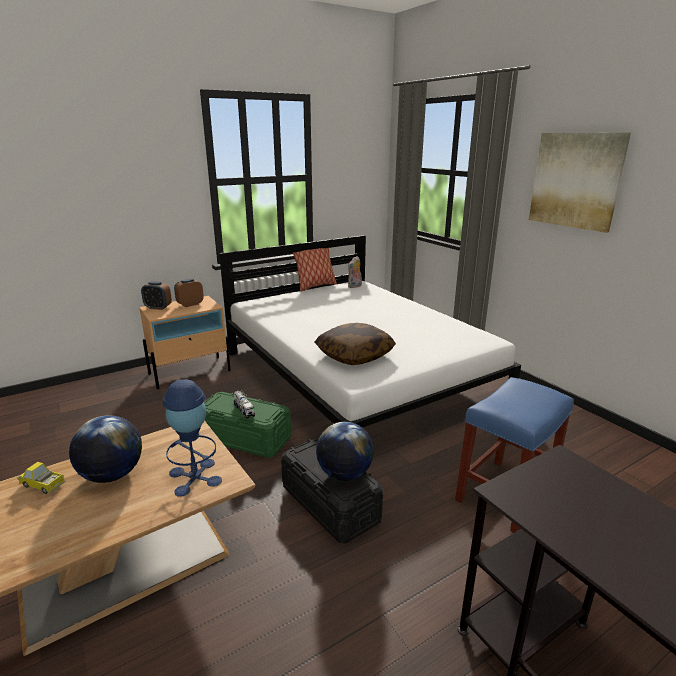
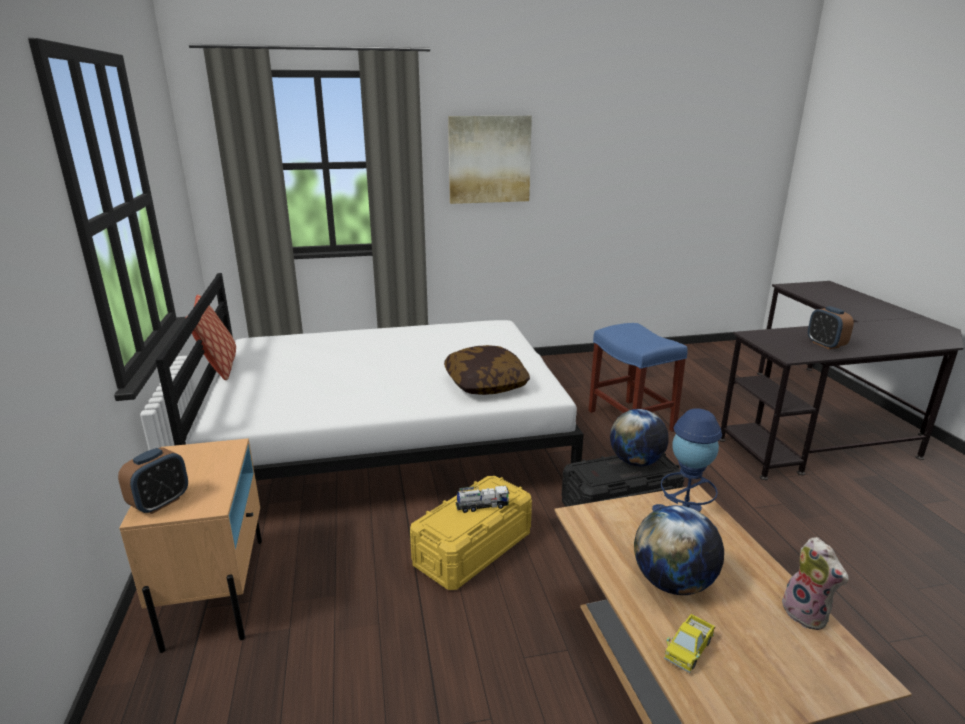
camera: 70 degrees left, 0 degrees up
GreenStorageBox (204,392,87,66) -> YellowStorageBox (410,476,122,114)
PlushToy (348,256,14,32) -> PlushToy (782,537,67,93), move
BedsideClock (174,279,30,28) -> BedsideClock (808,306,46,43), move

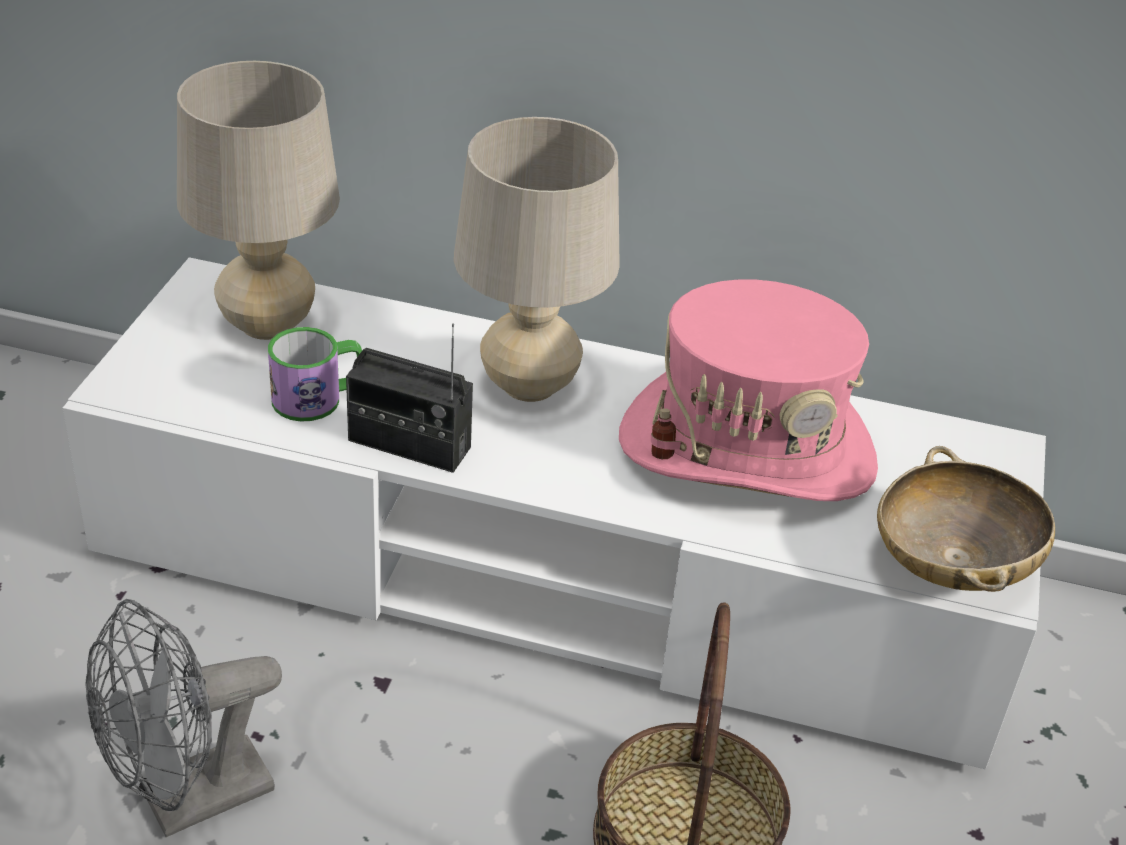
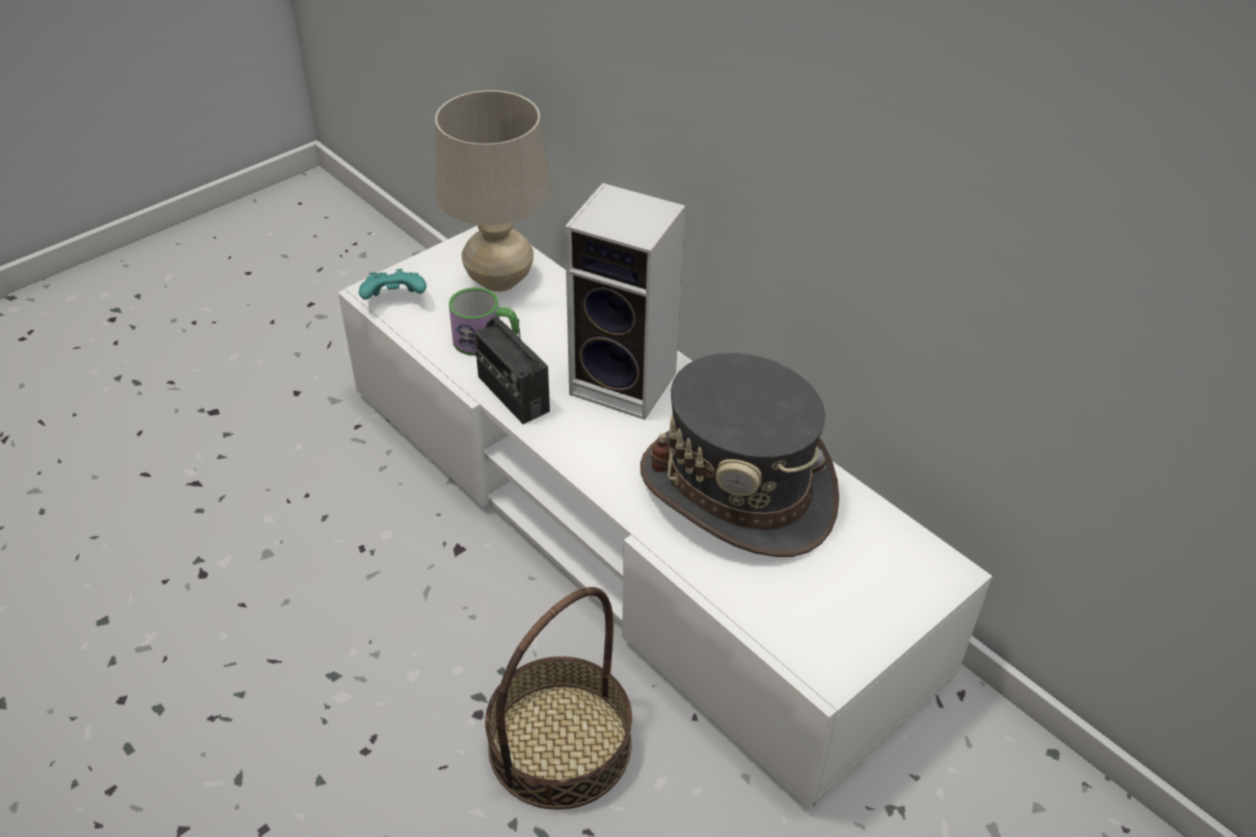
camera: 35 degrees right, 5 degrees up
none -> BlueGreenGameController (359,269,68,31)
SandColouredLampForATable (454,117,166,285) -> Loudspeaker (565,183,120,237)
PinkColouredClothingHat (619,280,259,221) -> GreyClothingHat (640,353,199,204)
GreyCoolingFan (85,599,197,238) -> none
SandColouredBowl (877,446,178,146) -> none

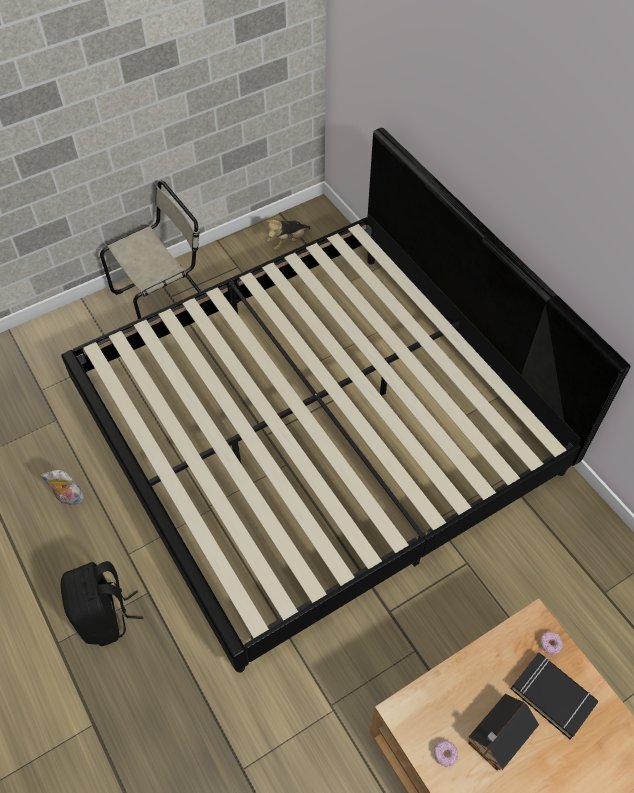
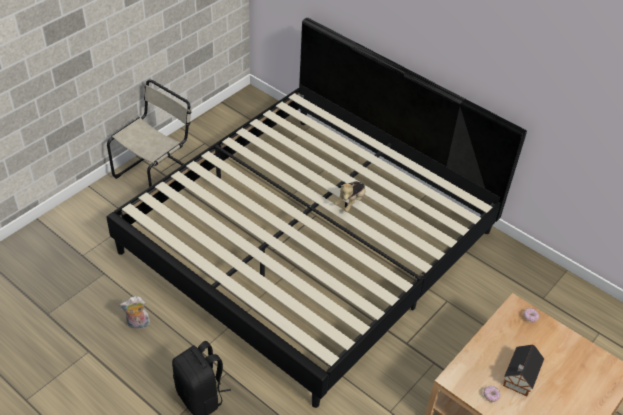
camera: 20 degrees left, 10 degrees down
PlushToy (267,220,43,31) -> PlushToy (334,181,32,31), move
BlackBoundBook (511,653,87,86) -> none

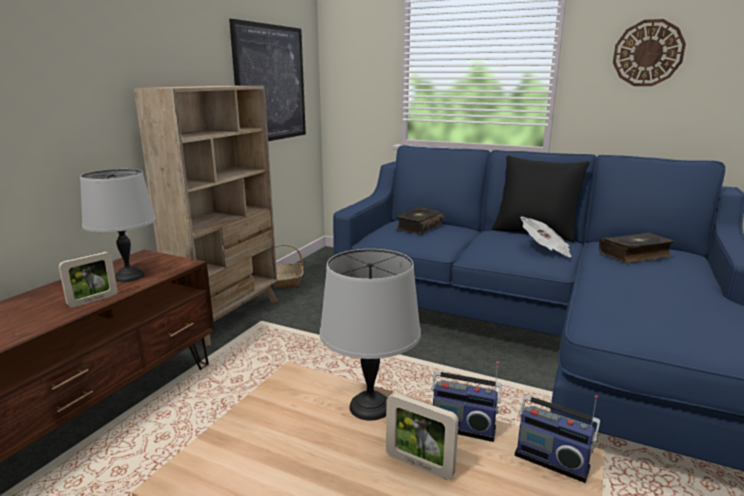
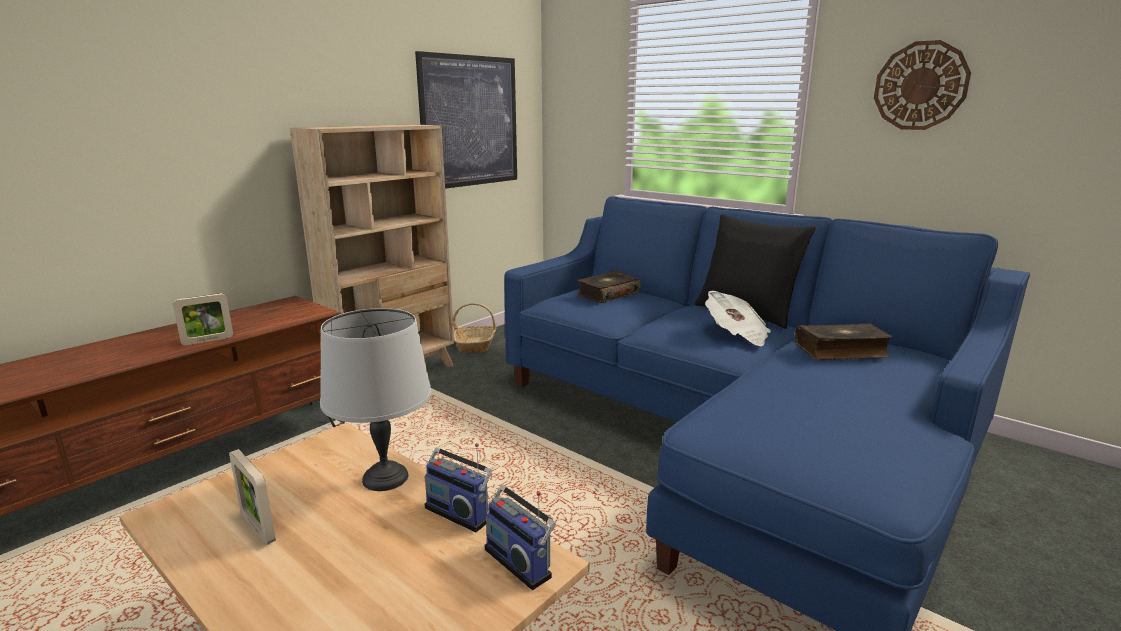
camera: 15 degrees right, 0 degrees up
StandingFrame (386,393,73,87) -> StandingFrame (229,449,47,96), move
GreyLampForATable (80,169,76,113) -> none

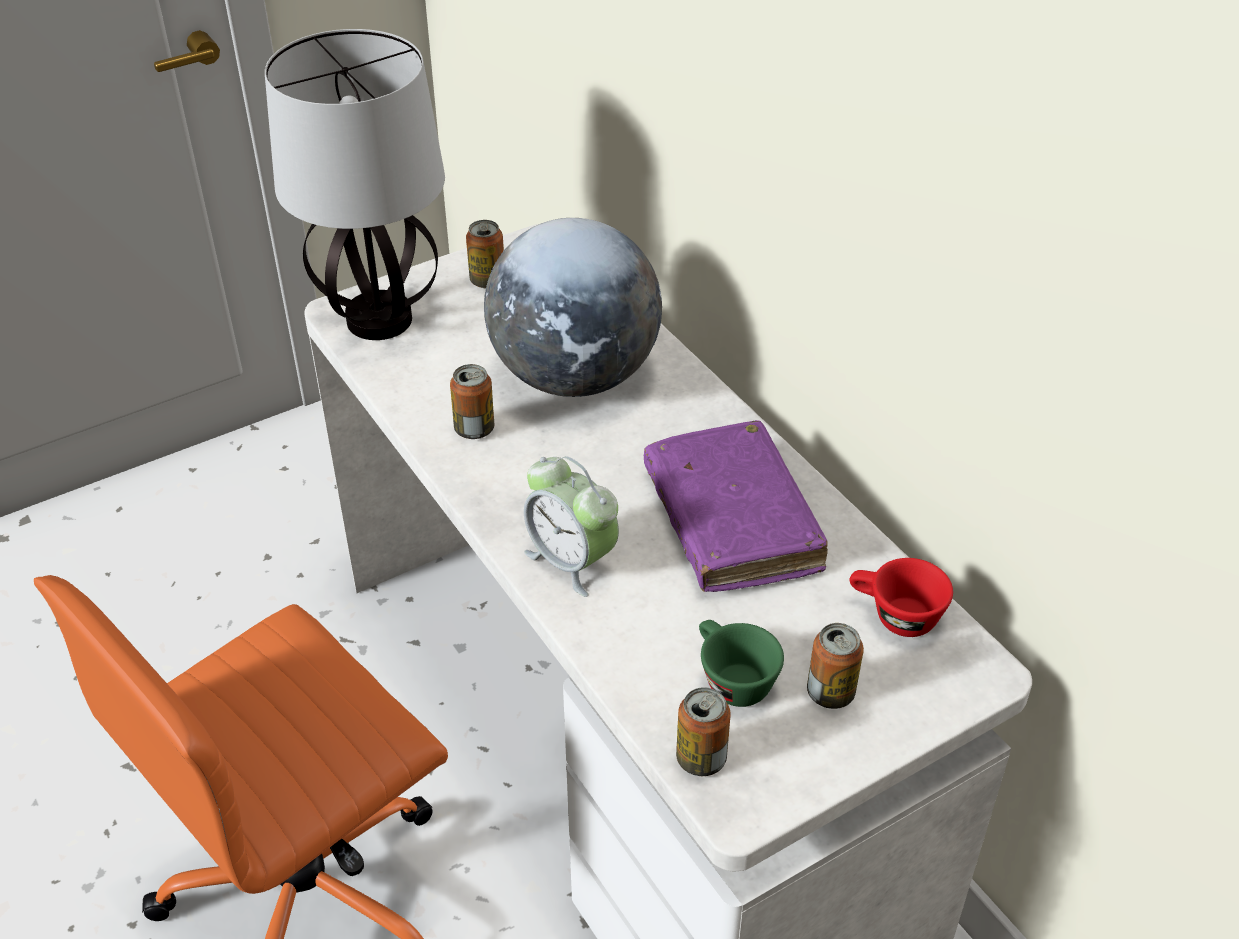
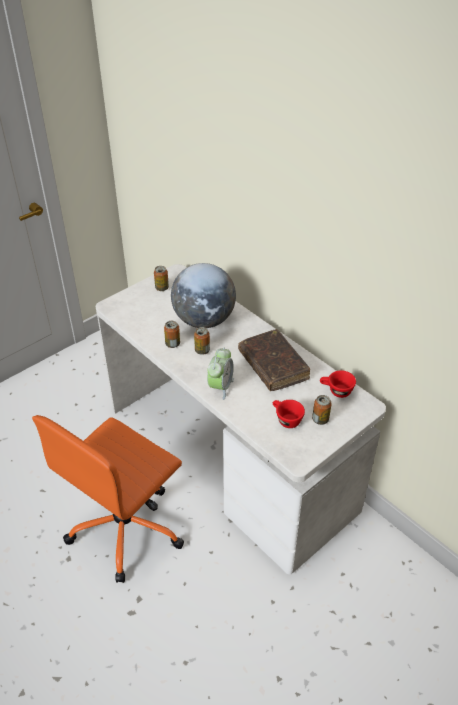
camera: 10 degrees left, 0 degrees up
Can (676,687,55,89) -> Can (194,327,16,28), move
BedsideClock (524,456,95,141) -> BedsideClock (207,347,27,53), 105 degrees counterclockwise
PurplishBoundBook (644,420,184,172) -> BrownishBoundBook (238,329,72,62)
GreenDrinkingCup (699,620,85,87) -> RedColouredDrinkingCup (273,400,32,28)
LampForATable (265,29,180,311) -> none

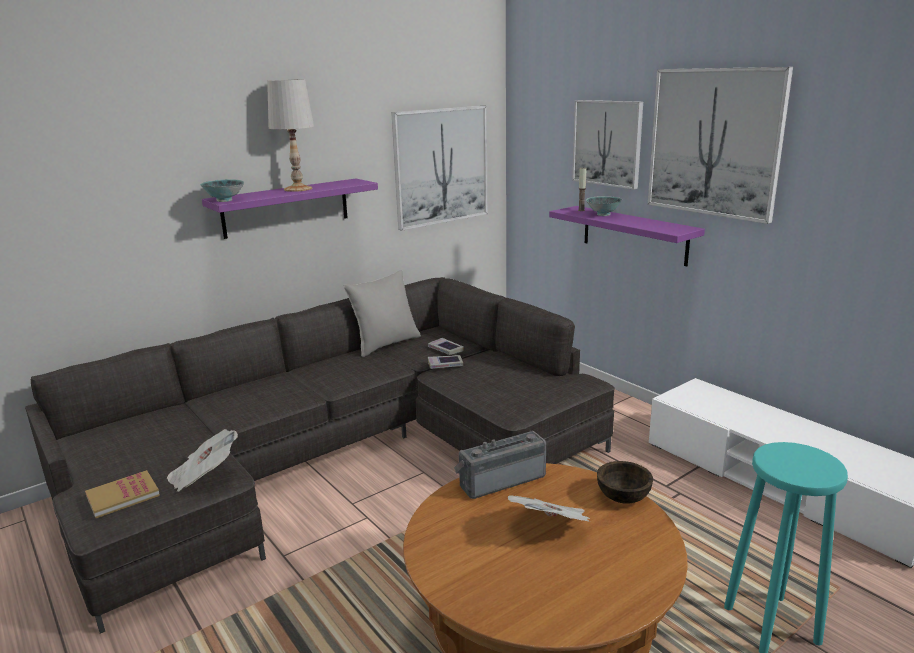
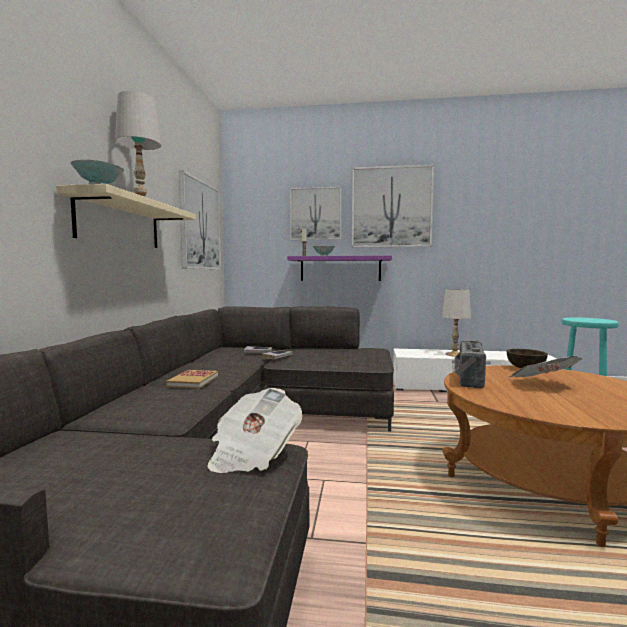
camera: 45 degrees left, 15 degrees down
PurplishShelf (202,179,176,60) -> SandColouredShelf (56,184,140,64)
BoundBook (85,470,75,48) -> BoundBook (166,370,52,19), move
none -> WhiteColouredLampForATable (442,289,29,68)
GreyCushion (344,270,77,87) -> none

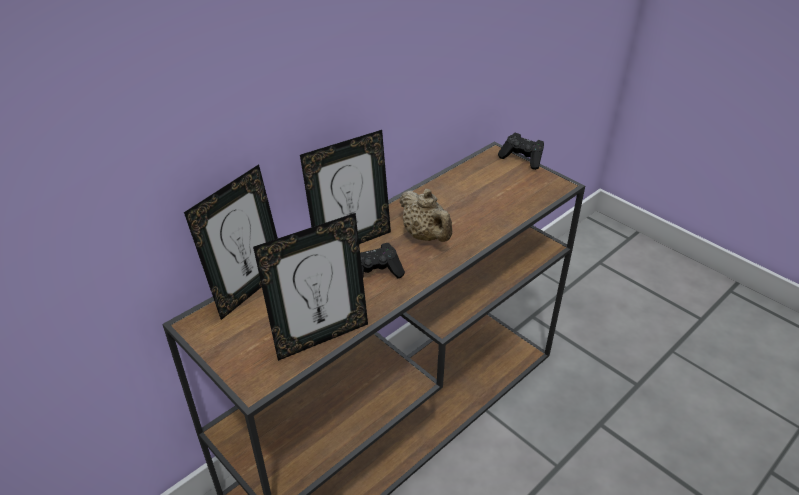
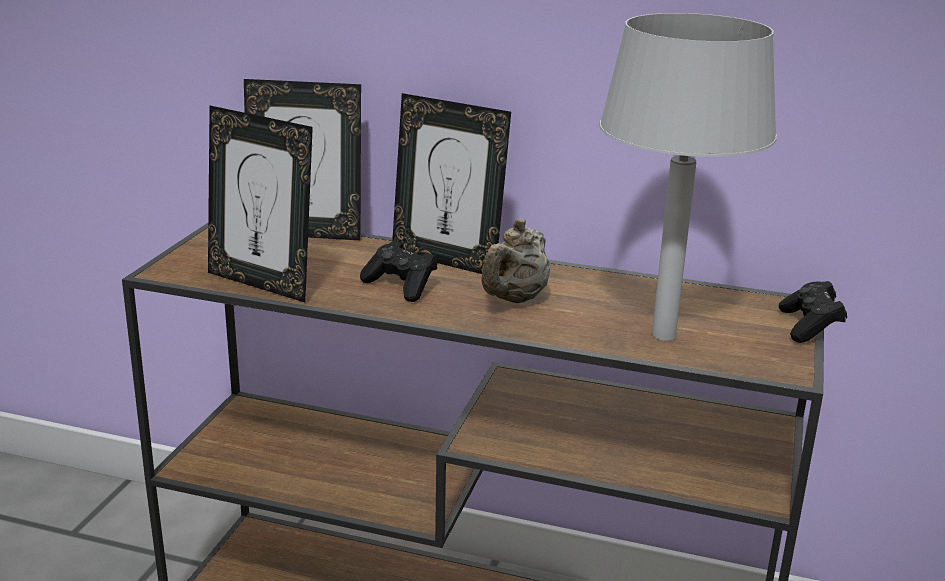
camera: 60 degrees right, 15 degrees down
none -> GreyLampForATable (600,13,177,328)

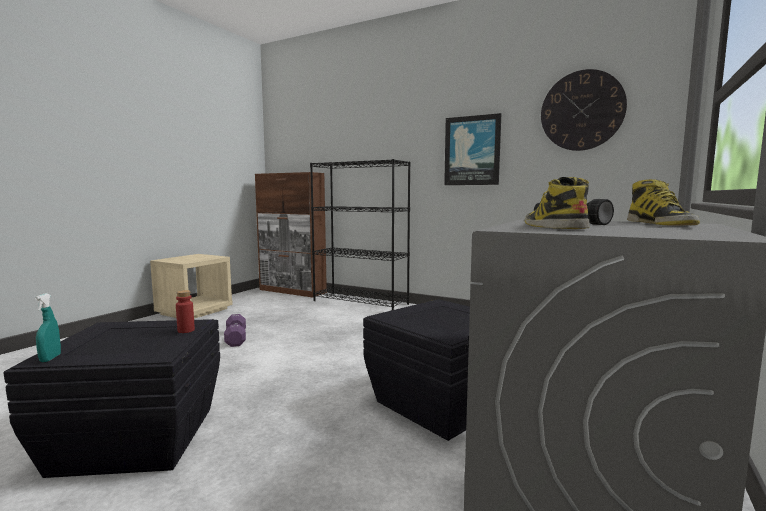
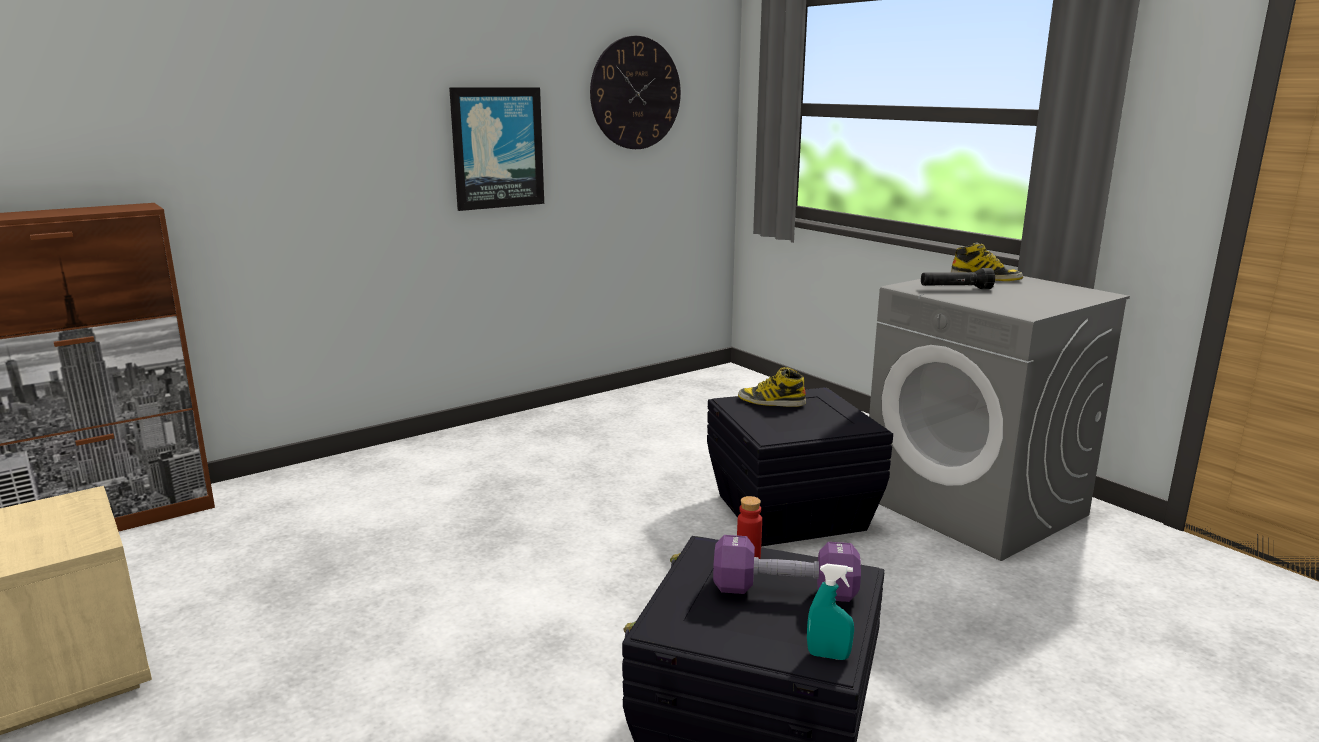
camera: 65 degrees left, 10 degrees up
PurplishHandWeight (224,314,22,33) -> PurplishHandWeight (713,535,148,67), move
Boot (525,177,65,52) -> Boot (738,367,68,40), move
BlackShelvingUnit (310,159,101,151) -> none

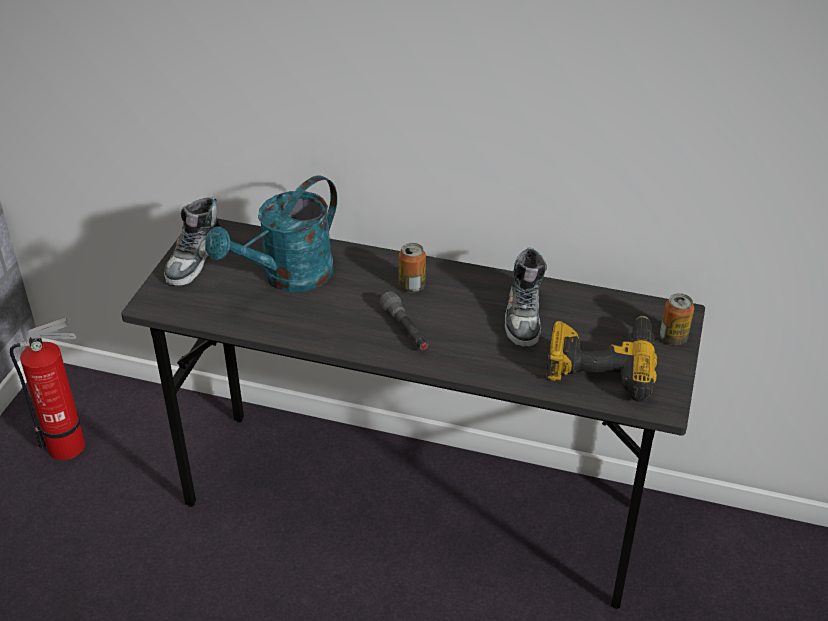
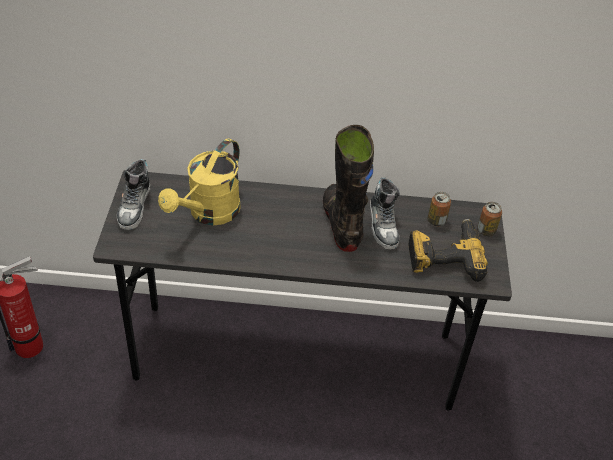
camera: 15 degrees left, 5 degrees up
BlueGreenWateringPot (205,175,132,117) -> YellowWateringPot (158,139,83,87)
none -> BlackBoot (323,125,51,127)
Can (399,243,27,50) -> Can (428,192,23,35), move
GreyHandTorch (380,291,49,59) -> none

